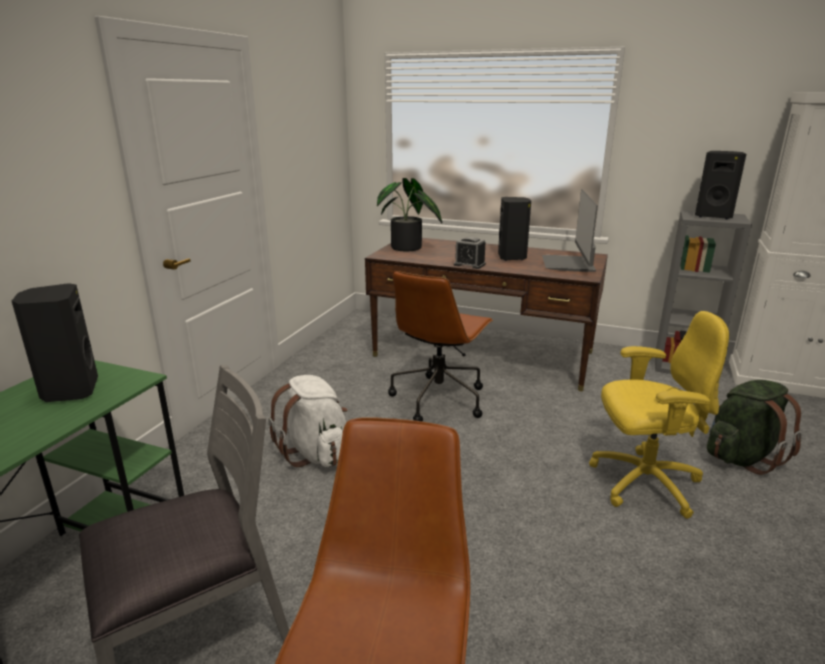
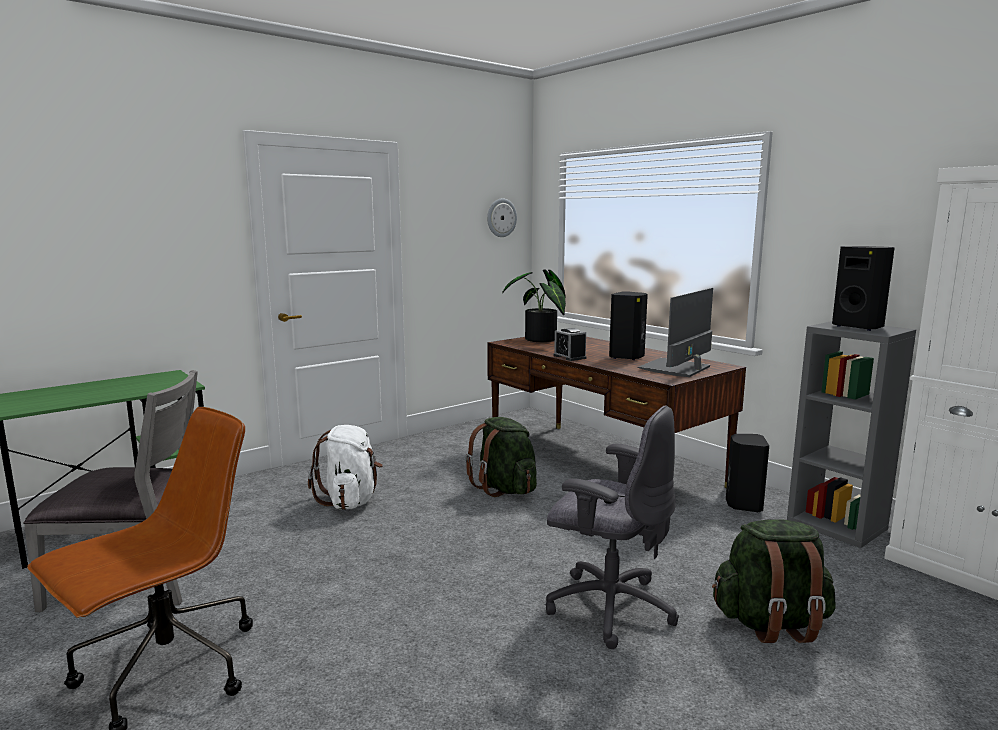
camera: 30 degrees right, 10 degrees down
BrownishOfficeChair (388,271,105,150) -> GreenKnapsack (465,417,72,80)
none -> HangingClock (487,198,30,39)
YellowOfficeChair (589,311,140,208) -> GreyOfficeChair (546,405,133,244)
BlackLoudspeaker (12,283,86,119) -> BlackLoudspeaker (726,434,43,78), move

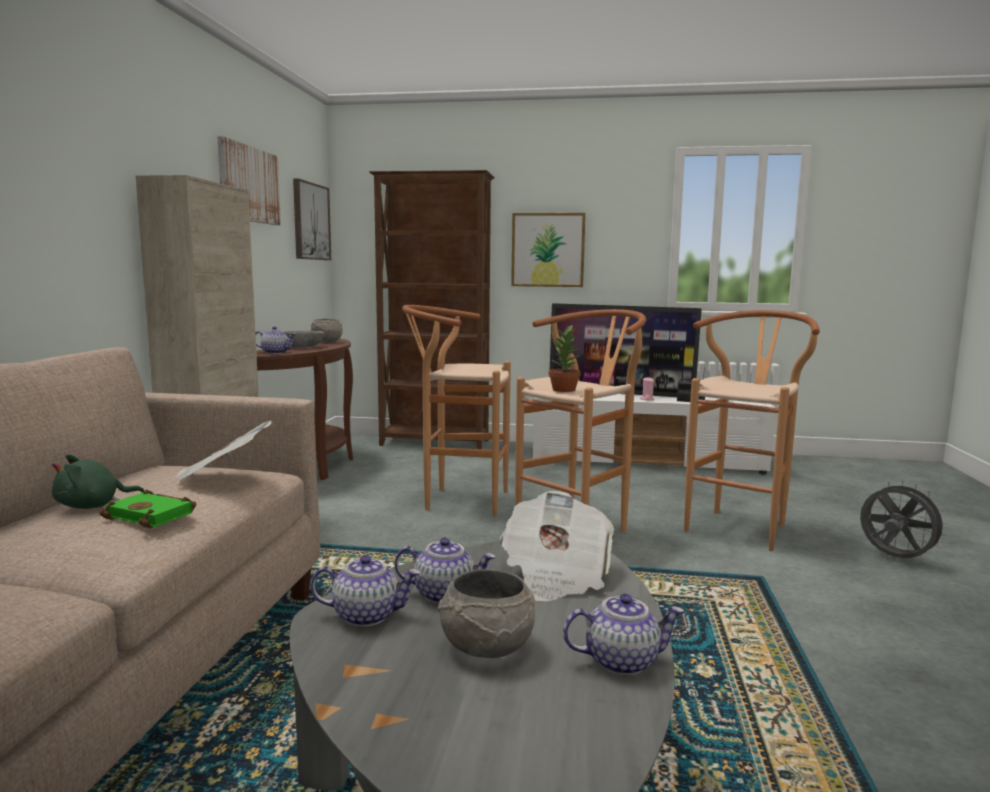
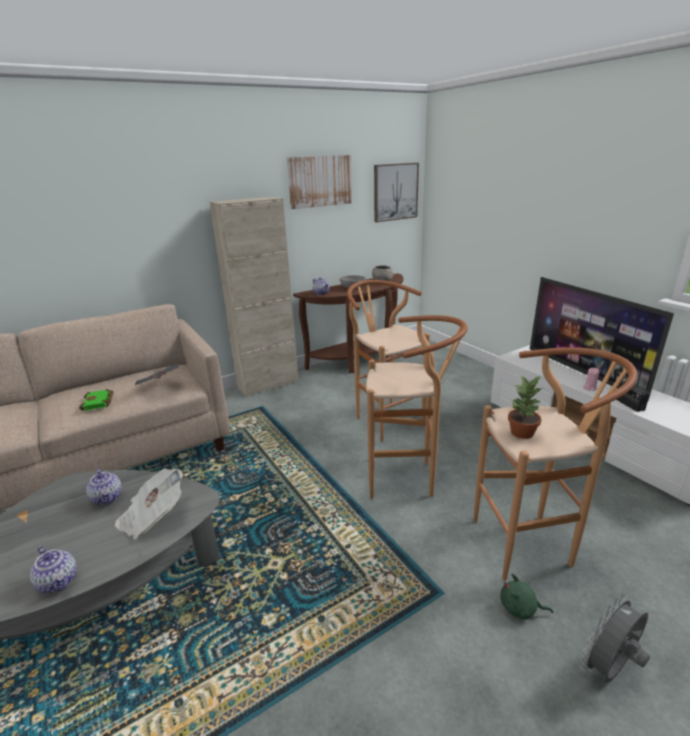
camera: 50 degrees right, 15 degrees up
GreenPlushToy (52,454,93,55) -> GreenPlushToy (500,574,53,45), move
PlantInAPot (549,324,32,68) -> PlantInAPot (508,375,34,64), move
GreyCoolingFan (860,480,90,79) -> GreyCoolingFan (580,593,70,90), 135 degrees counterclockwise
Teapot (310,555,110,72) -> none
BrownishShelvingUnit (369,170,126,279) -> none
GreyBowl (437,569,98,89) -> none
WallPicture (511,213,75,74) -> none

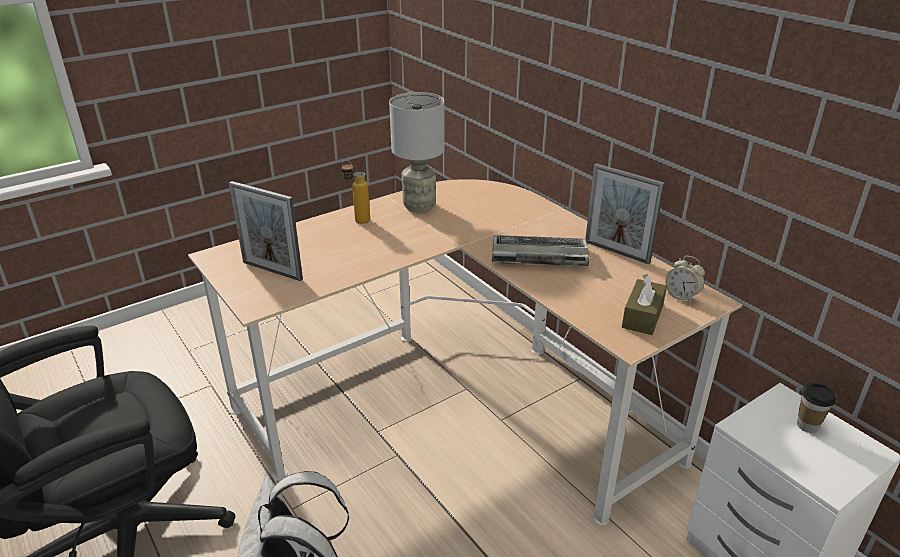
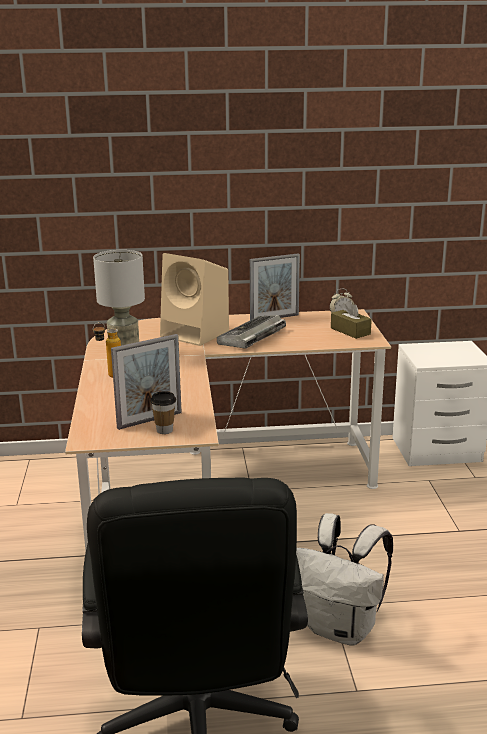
camera: 60 degrees left, 10 degrees down
DrinkingCup (797,382,39,51) -> DrinkingCup (150,391,26,43), move
none -> SandColouredLoudspeaker (160,253,69,93)

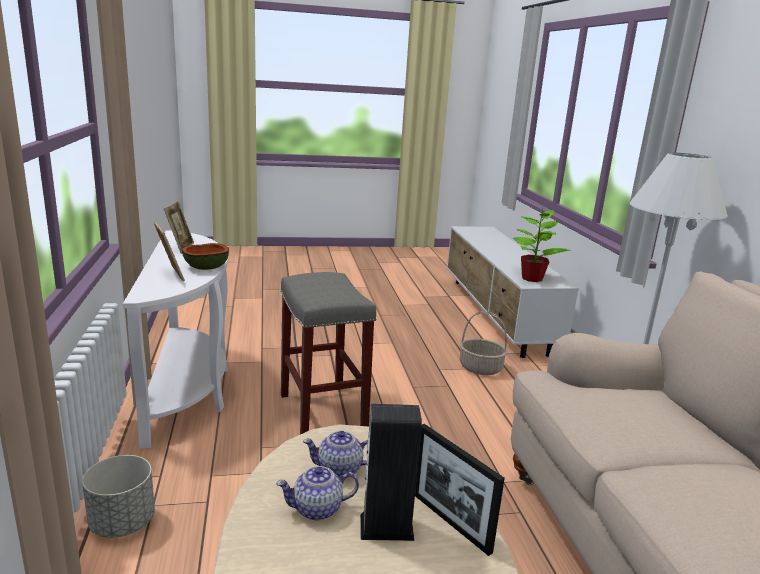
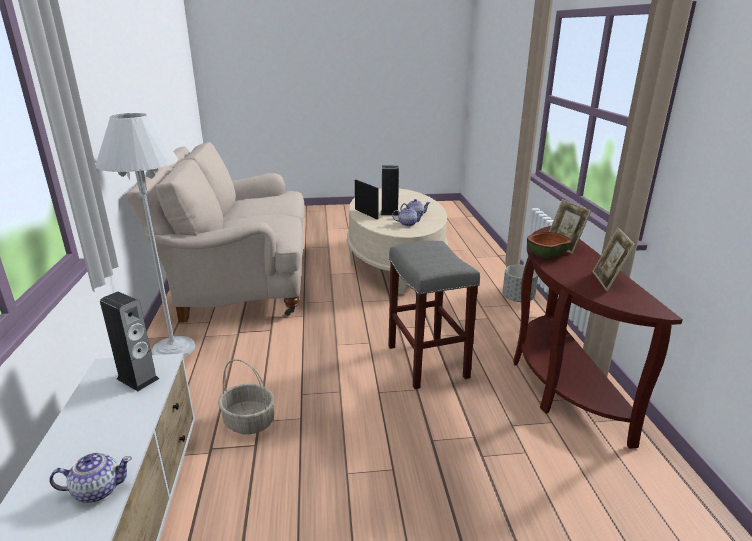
camera: 175 degrees left, 5 degrees up
none -> Teapot (50,453,82,50)
PlantInAPot (513,209,58,73) -> Loudspeaker (100,292,59,99)
WhiteColouredConsoleTable (123,231,105,218) -> BrownishConsoleTable (513,226,170,223)

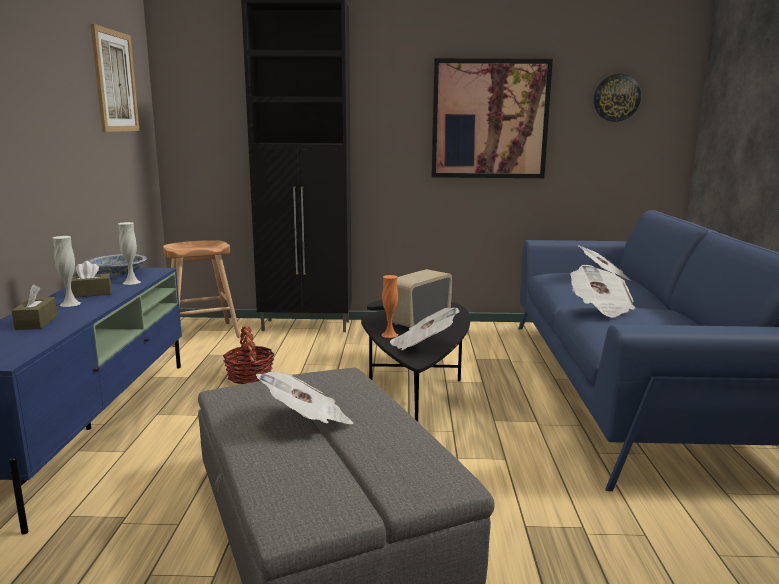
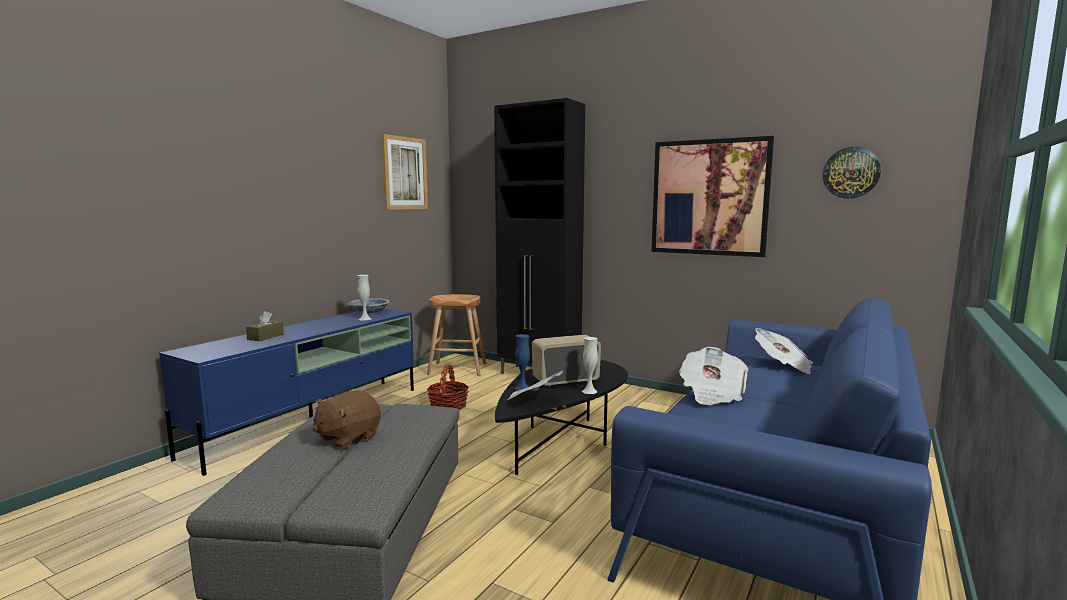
camera: 30 degrees right, 5 degrees down
DailyPaper (256,372,97,52) -> BrownishPlushToy (313,390,68,58)
OrangeDecorativeVase (381,275,17,63) -> BlueColouredDecorativeVase (515,334,15,56)
WhiteColouredDecorativeVase (52,236,29,71) -> WhiteColouredDecorativeVase (582,337,16,57), move
BrownishTissueHolder (71,261,40,37) -> none

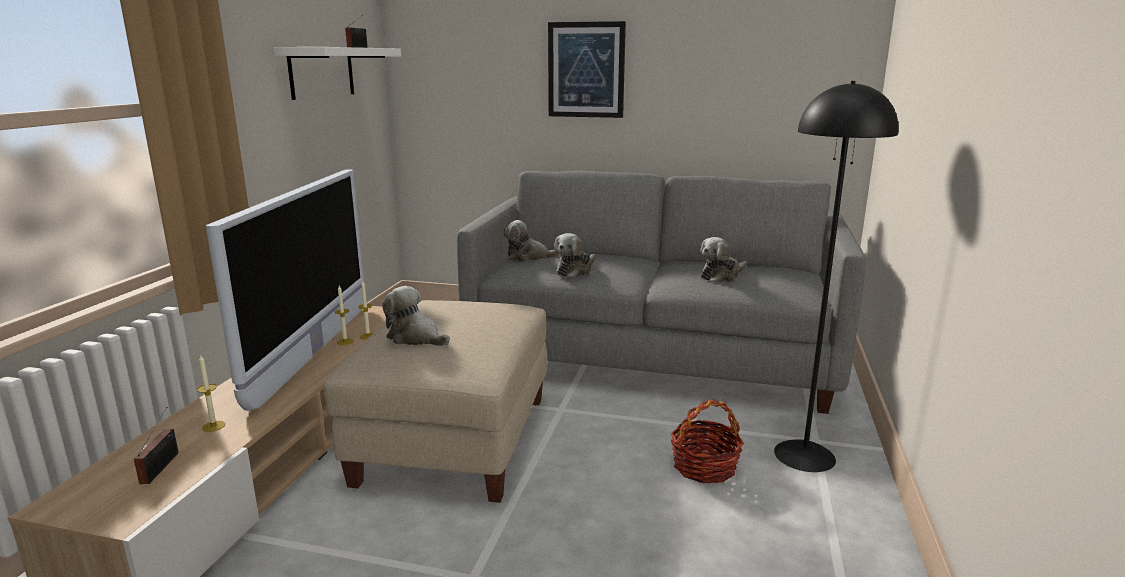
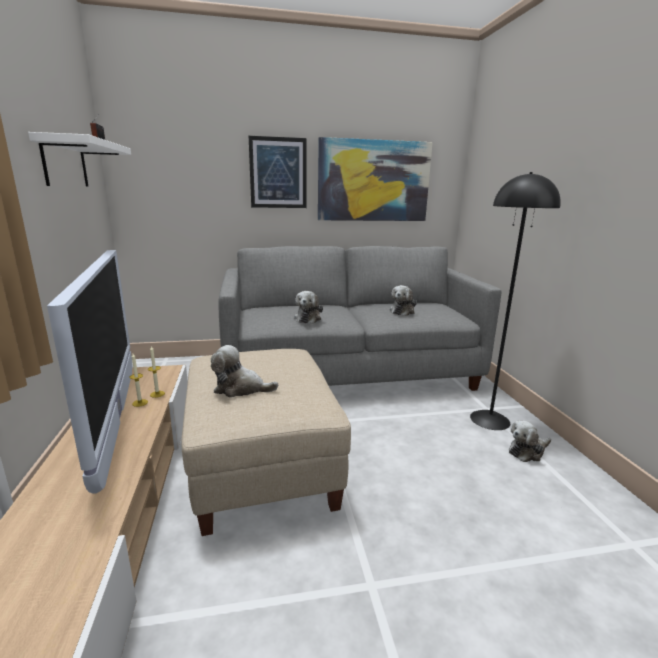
camera: 25 degrees left, 0 degrees up
none -> WallPicture (318,137,115,84)
PlushToy (503,220,57,42) -> PlushToy (509,420,42,42), move
RadioReceiver (134,407,45,77) -> none
Candle (197,355,28,77) -> none
Basket (670,400,74,83) -> none

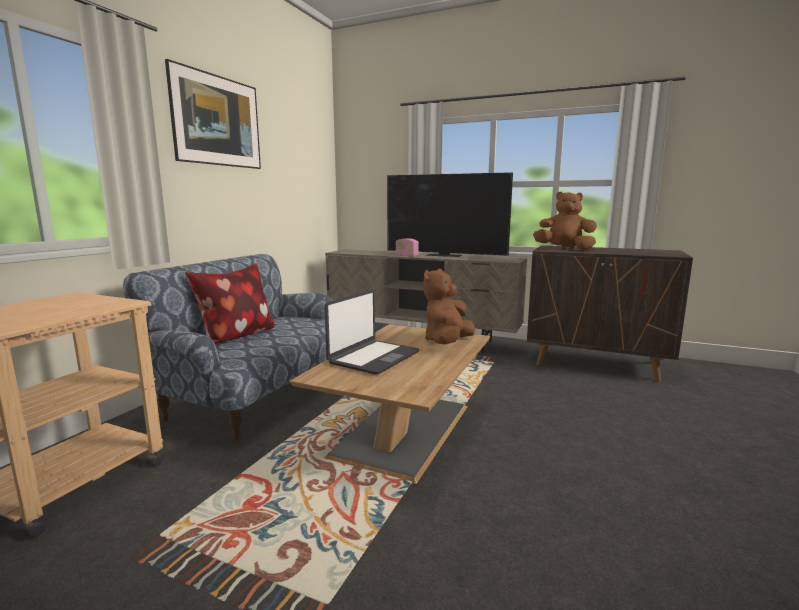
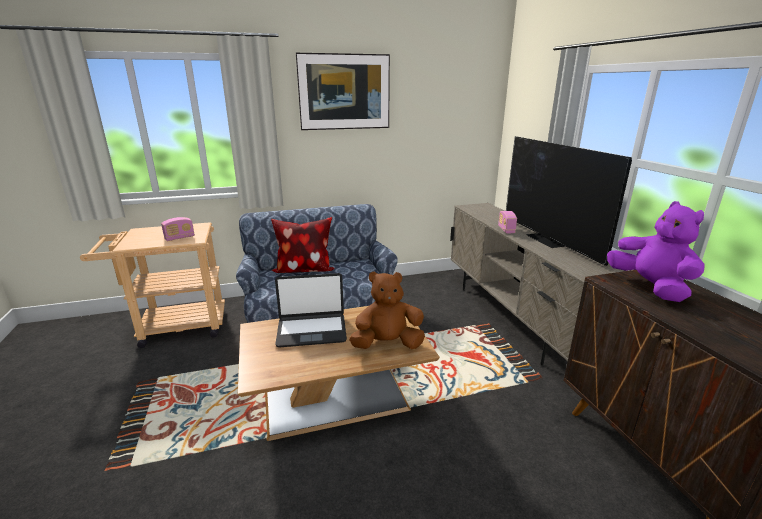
camera: 50 degrees right, 10 degrees up
none -> RadioReceiver (161,217,34,24)
BrownishPlushToy (533,192,64,58) -> PurplishPlushToy (607,201,98,101)

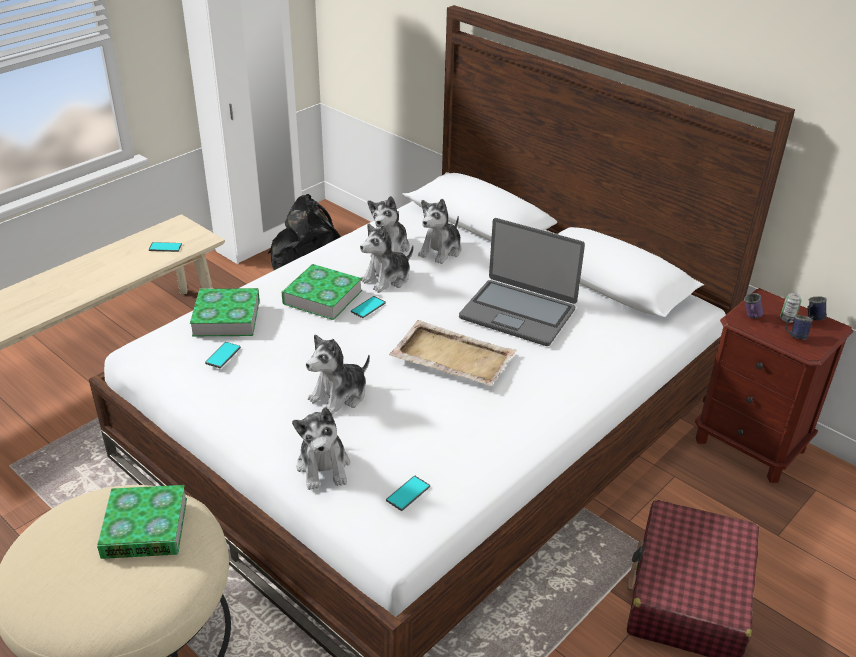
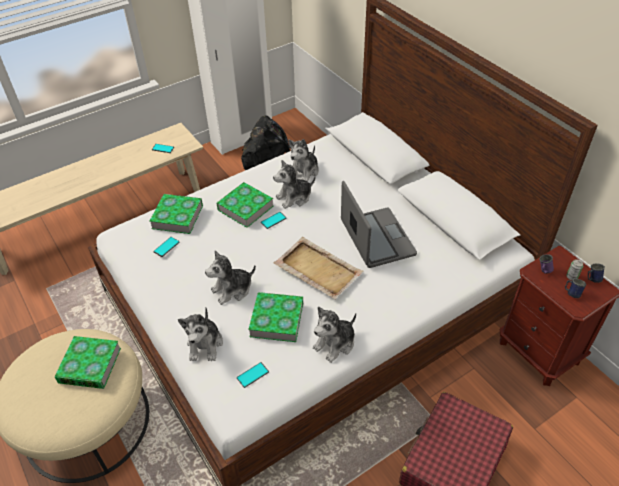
camera: 15 degrees right, 10 degrees up
none -> BoundBook (248,292,55,50)
PlushToy (418,199,43,65) -> PlushToy (313,306,43,57), move
NotebookComputer (459,218,126,128) -> NotebookComputer (341,181,76,87), 150 degrees counterclockwise

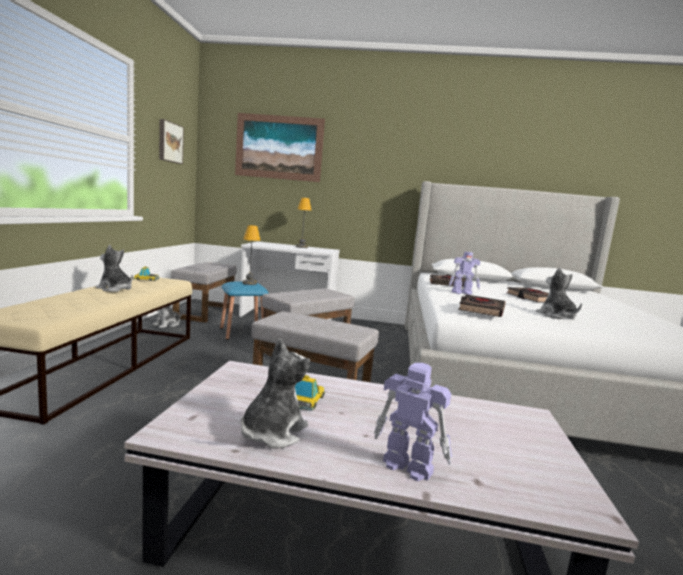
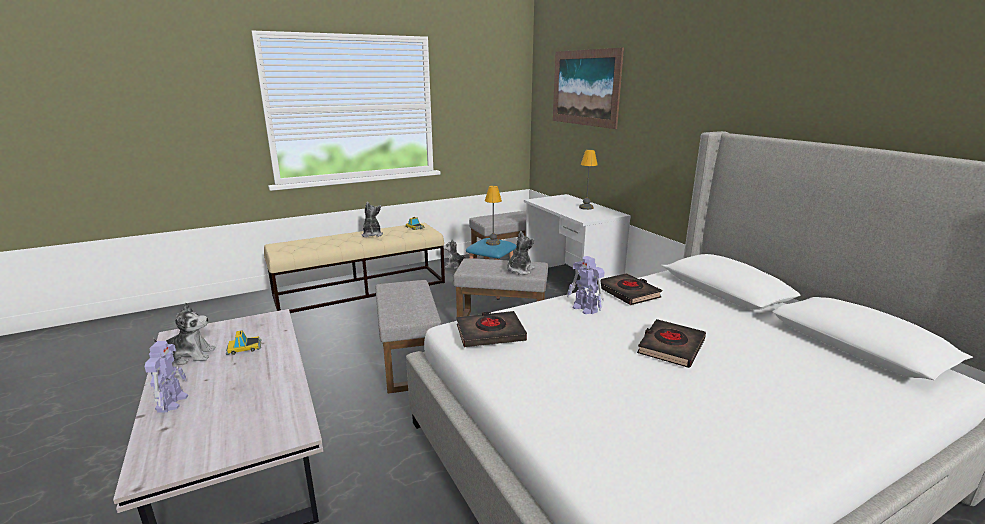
camera: 55 degrees right, 10 degrees up
PlushToy (536,267,46,52) -> PlushToy (507,231,28,44), move
WallPicture (159,119,25,45) -> none

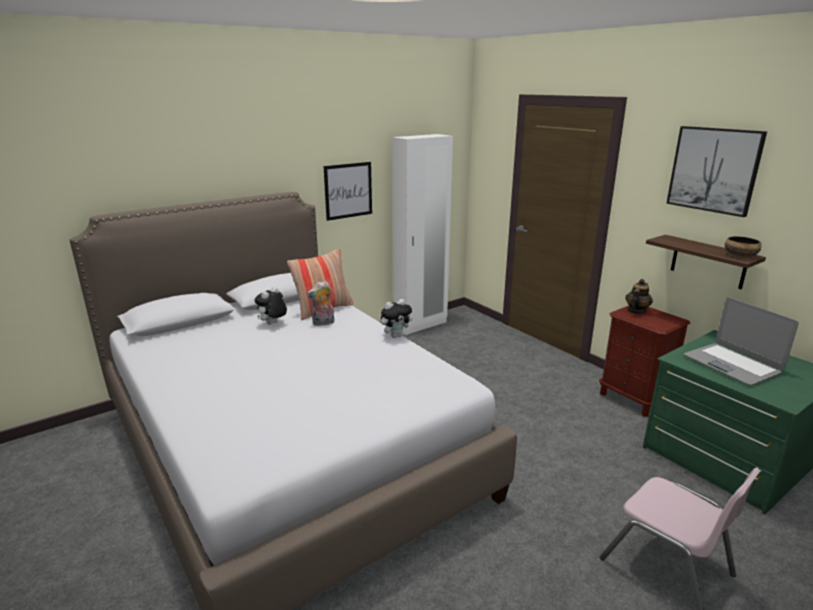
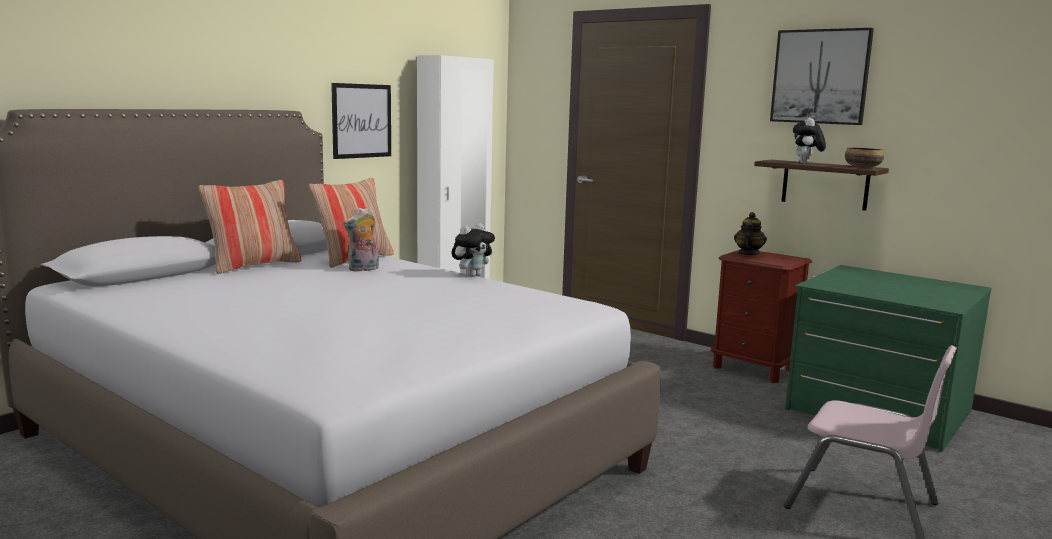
camera: 15 degrees left, 10 degrees down
none -> Cushion (198,180,103,94)
PlushToy (254,287,33,37) -> PlushToy (793,118,33,45), move
NotebookComputer (684,297,115,89) -> none

